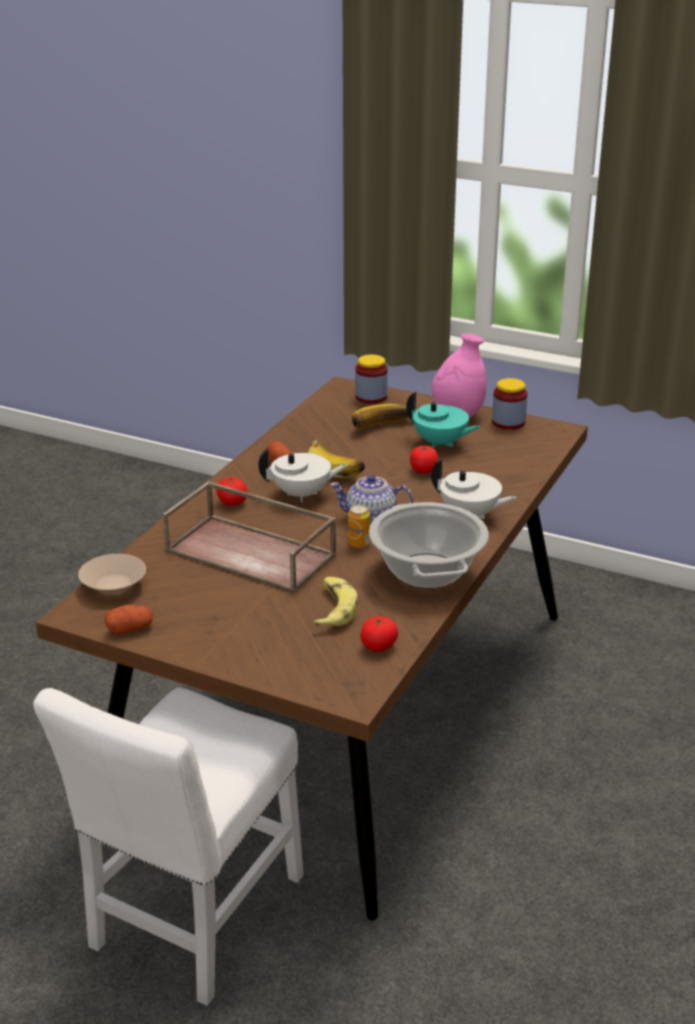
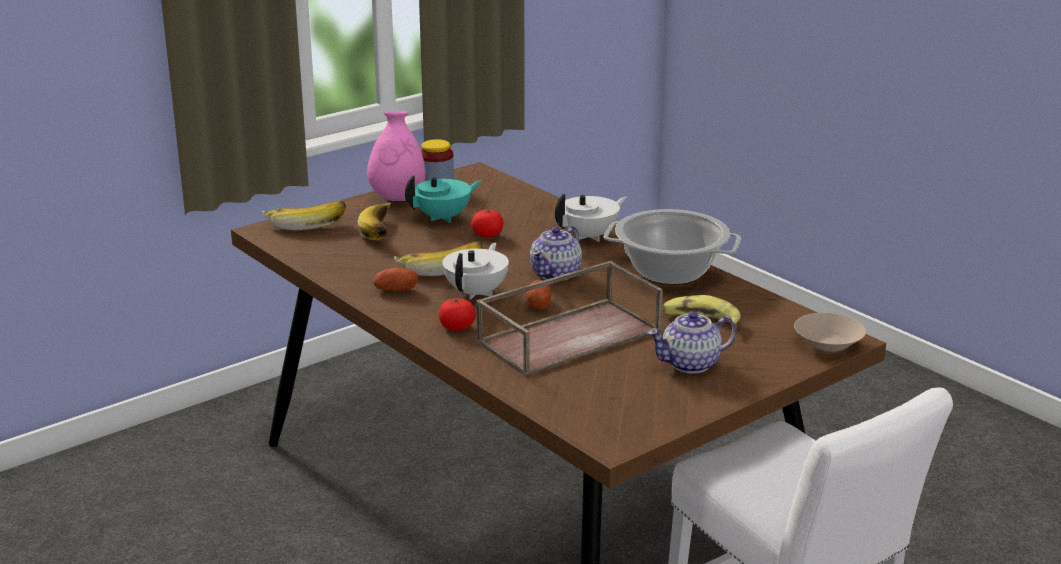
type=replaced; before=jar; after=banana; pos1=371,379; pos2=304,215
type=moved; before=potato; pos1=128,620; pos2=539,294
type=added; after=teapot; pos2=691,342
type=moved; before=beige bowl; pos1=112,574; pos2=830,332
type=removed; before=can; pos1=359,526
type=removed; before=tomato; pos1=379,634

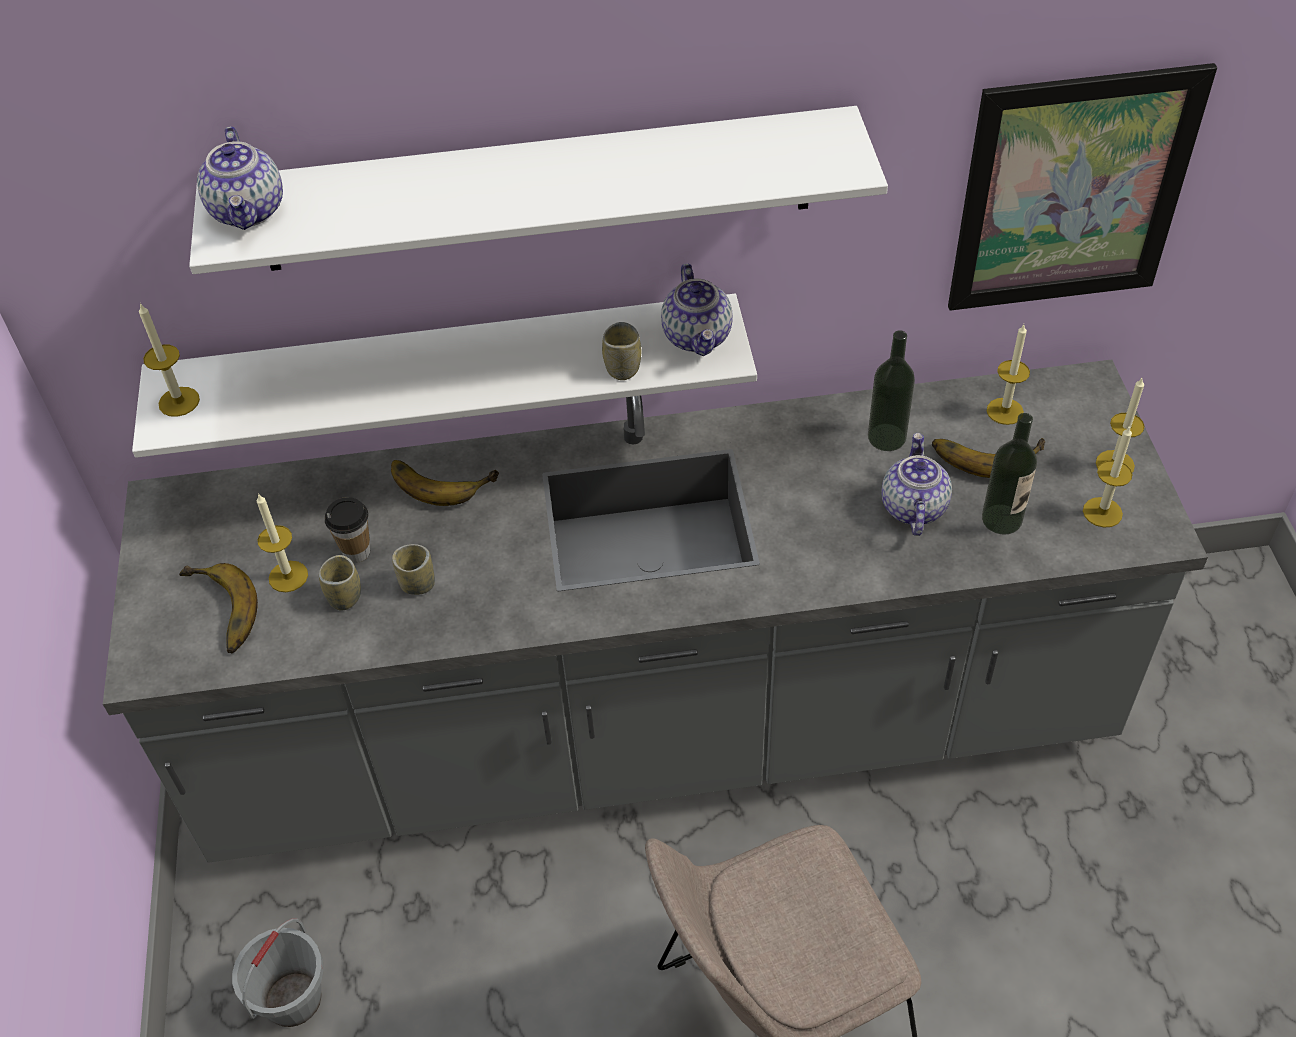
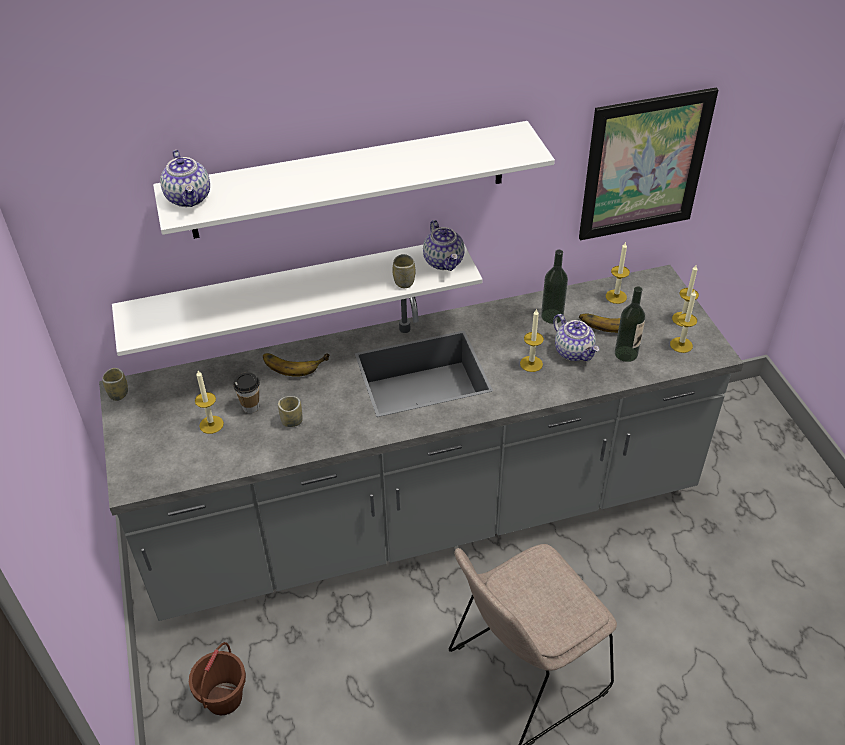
type=moved; before=cup; pos1=340,582; pos2=115,384
type=recoloured; before=grey bucket; after=brown bucket; pos1=278,972; pos2=217,678
type=moved; before=candle; pos1=169,360; pos2=532,340
type=turned; before=teapot; pos1=916,484; pos2=576,337; turn=150
type=removed; before=banana; pos1=218,608

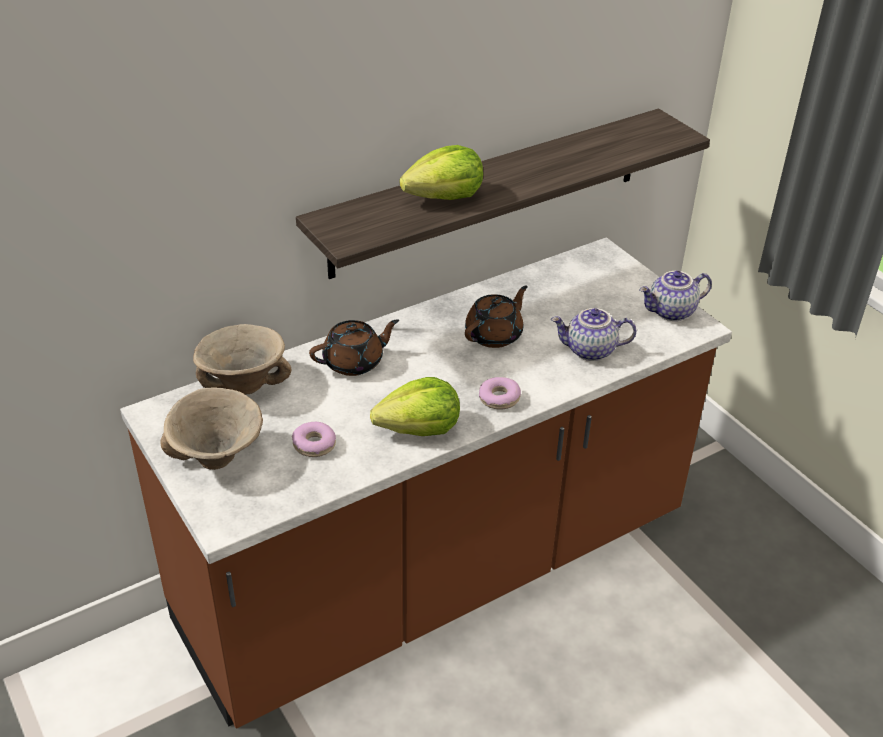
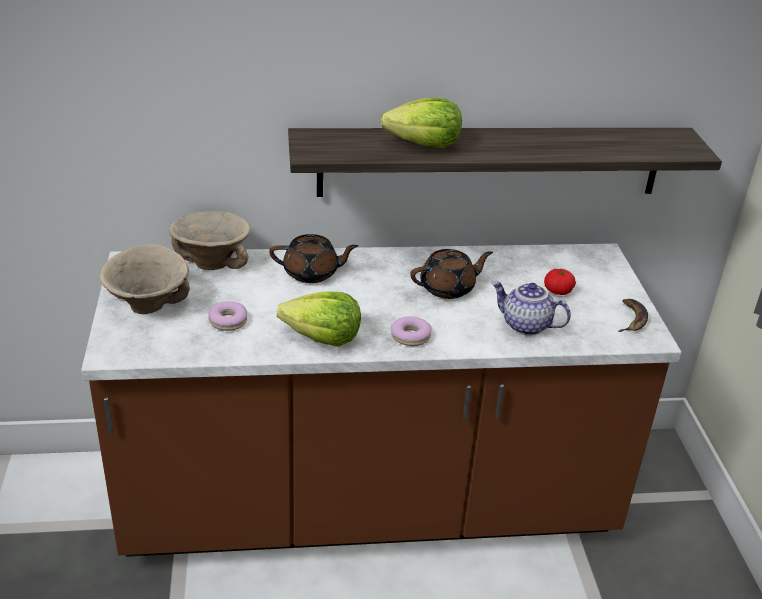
type=added; after=tomato; pos2=560,282
type=replaced; before=teapot; after=banana; pos1=675,296; pos2=633,315

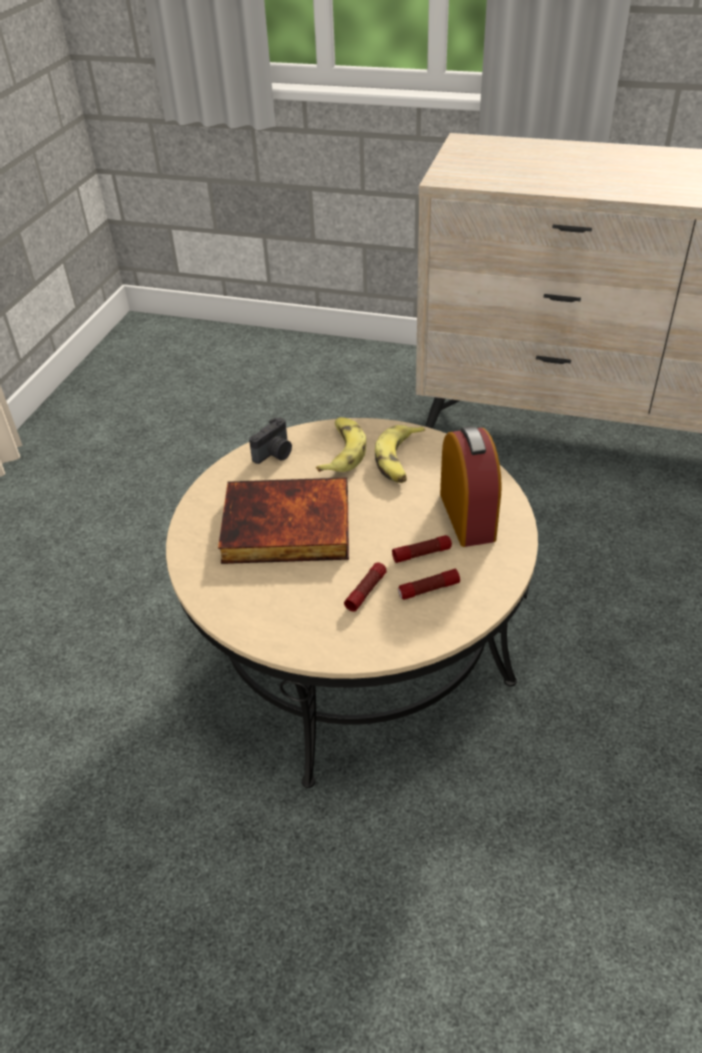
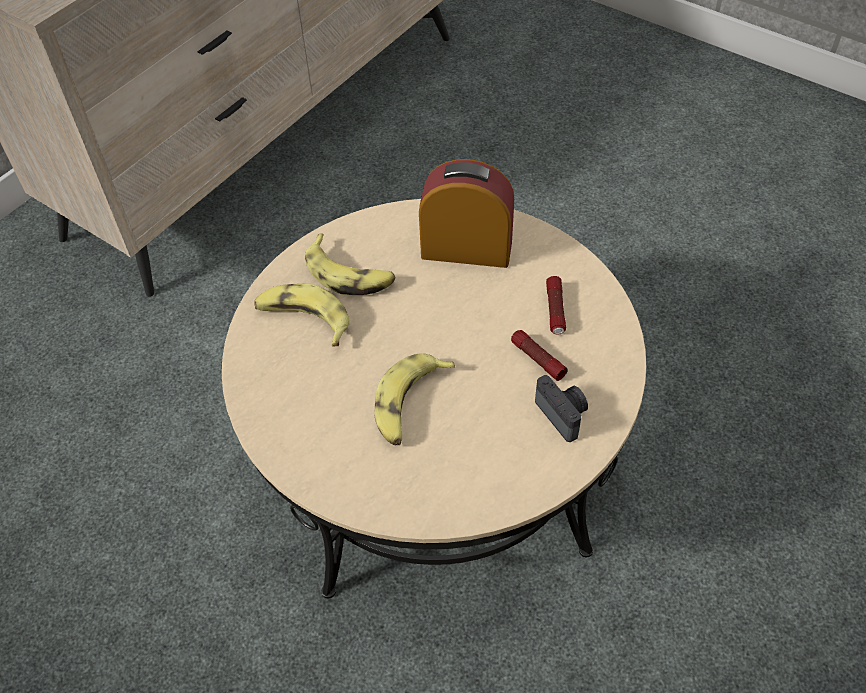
type=replaced; before=book; after=banana; pos1=283,520; pos2=414,399
type=moved; before=photo camera; pos1=270,441; pos2=561,408
type=removed; before=flashlight; pos1=422,549

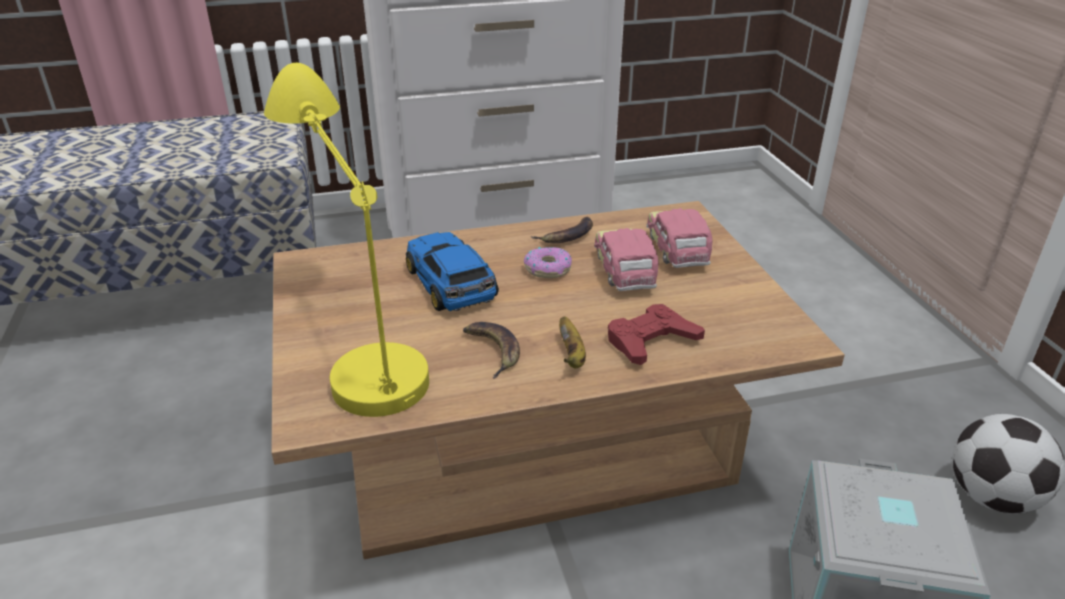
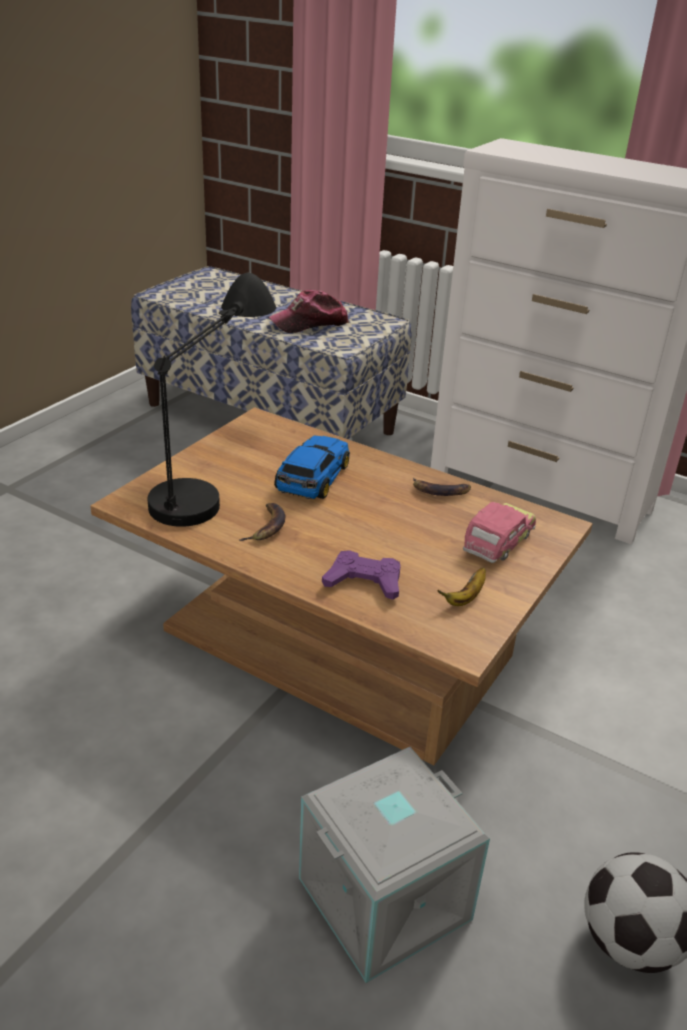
type=recoloured; before=yellow table lamp; after=black table lamp; pos1=346,240; pos2=211,400
type=added; after=cap; pos2=308,311
type=recoloured; before=red game controller; after=purple game controller; pos1=656,334; pos2=361,575
type=moved; before=banana; pos1=572,342; pos2=461,587
type=removed; before=donut; pos1=548,262
type=removed; before=toy car; pos1=626,259

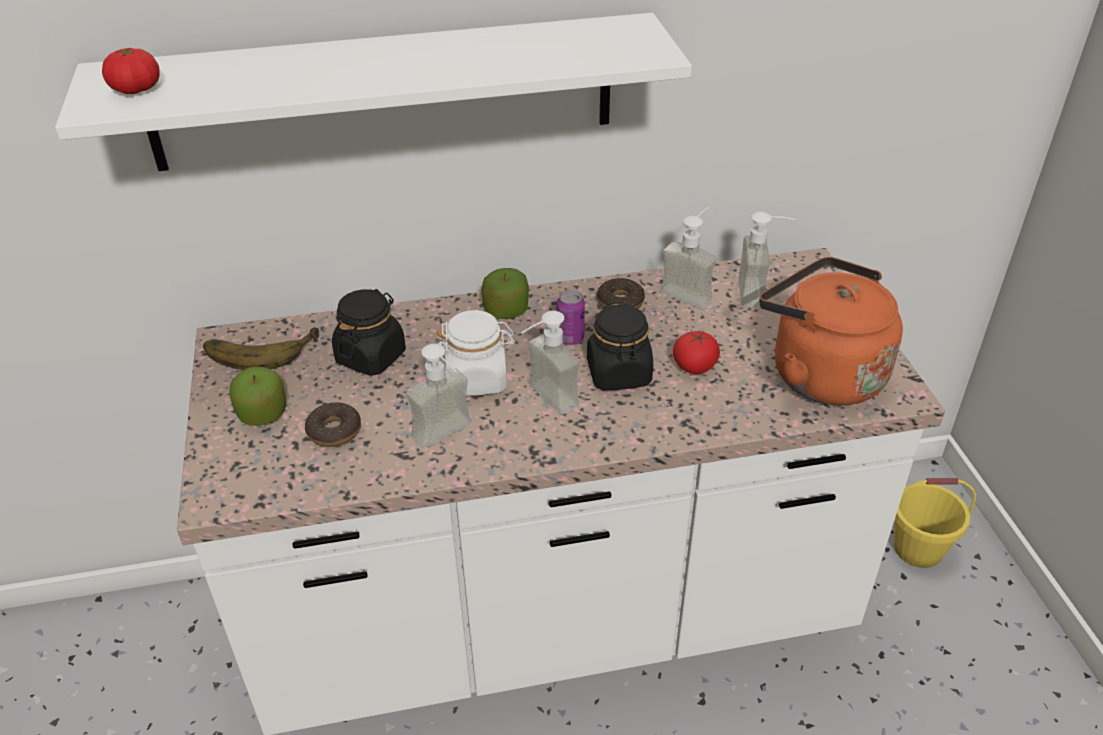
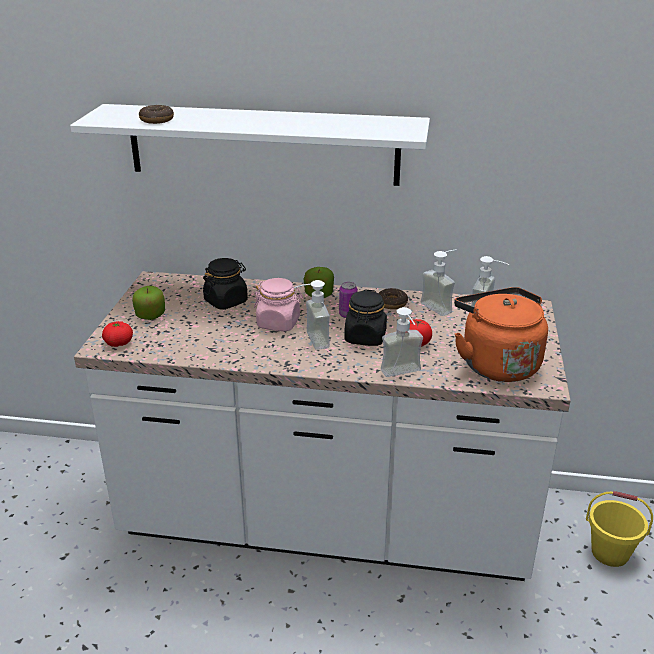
type=moved; before=tomato; pos1=131,71; pos2=117,334
type=moved; before=donut; pos1=333,424; pos2=156,114
type=recoloured; before=white jar; after=pink jar; pos1=476,353; pos2=278,304
type=moved; before=soap dispenser; pos1=438,396; pos2=402,342
type=removed; before=banana; pos1=261,348

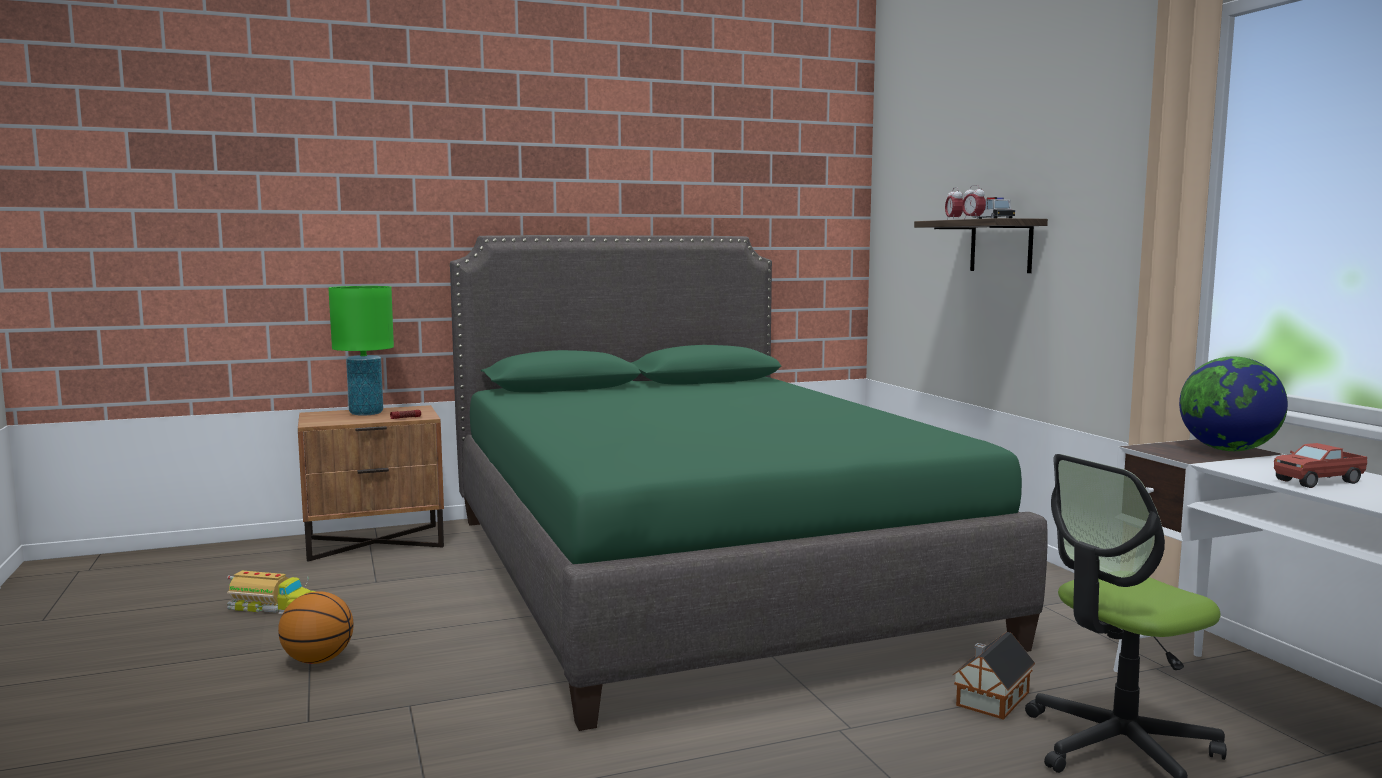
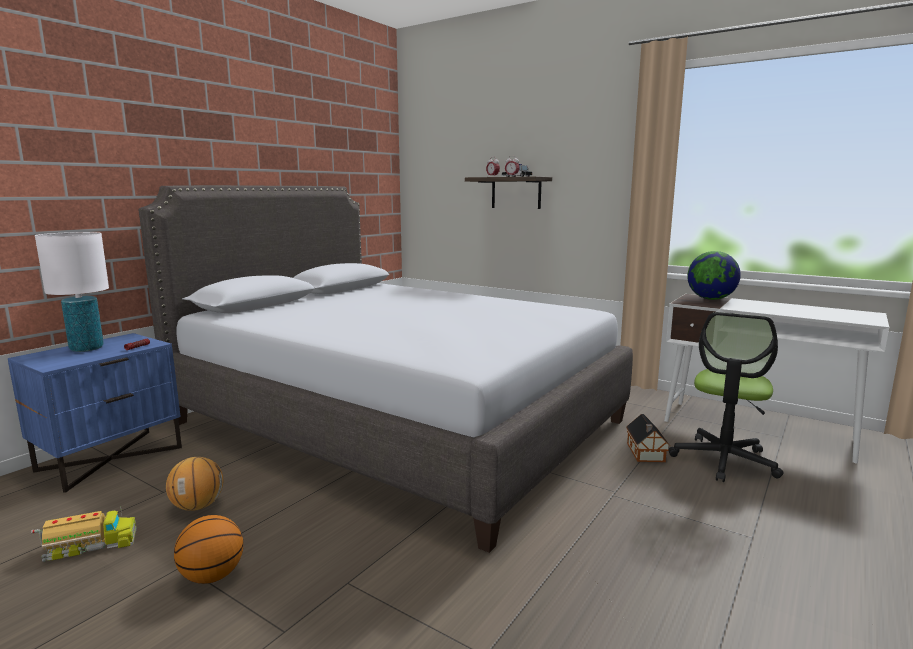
type=recoloured; before=brown nightstand; after=blue nightstand; pos1=371,483; pos2=95,413
type=recoloured; before=green table lamp; after=white table lamp; pos1=361,351; pos2=72,292
type=recoloured; before=green bed; after=grey bed; pos1=749,483; pos2=386,369
type=added; after=basketball; pos2=194,484
type=removed; before=toy truck; pos1=1320,465

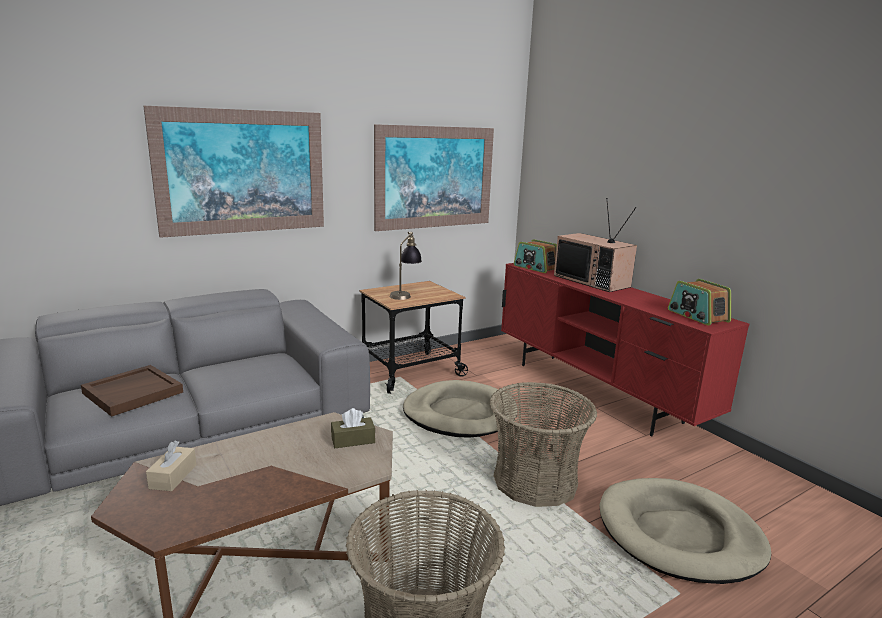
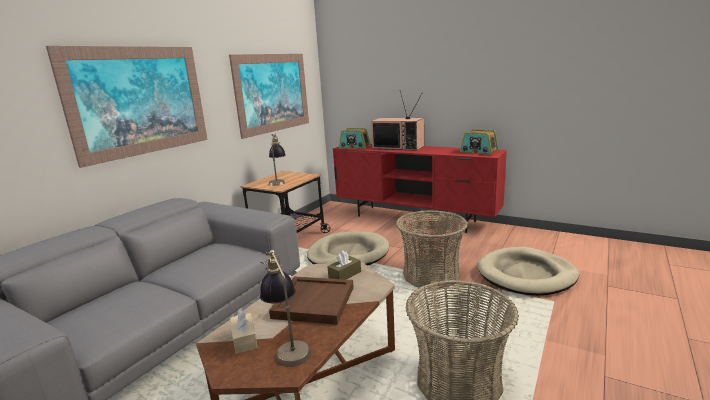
type=added; after=table lamp; pos2=285,308
type=moved; before=brown tray; pos1=132,391; pos2=311,300

